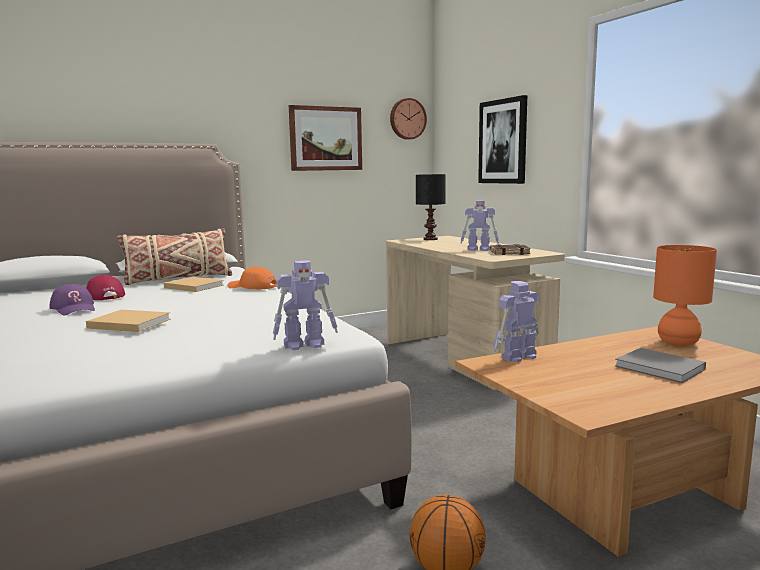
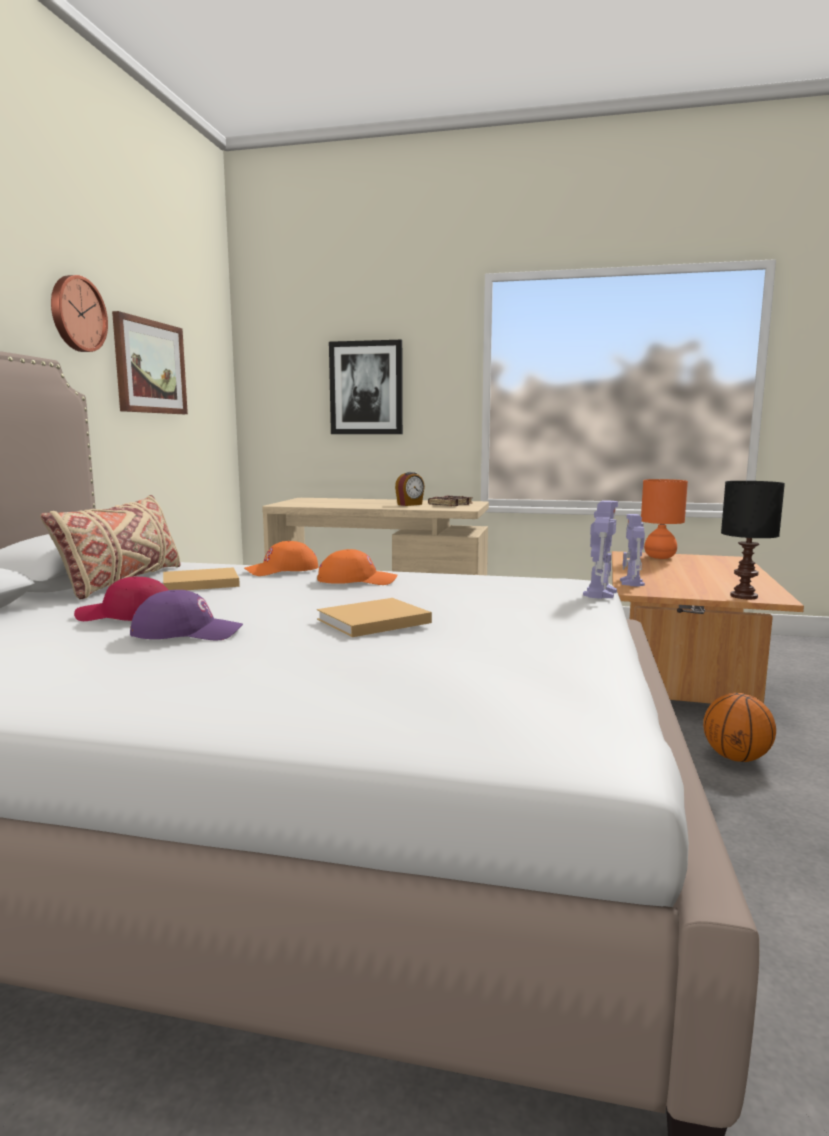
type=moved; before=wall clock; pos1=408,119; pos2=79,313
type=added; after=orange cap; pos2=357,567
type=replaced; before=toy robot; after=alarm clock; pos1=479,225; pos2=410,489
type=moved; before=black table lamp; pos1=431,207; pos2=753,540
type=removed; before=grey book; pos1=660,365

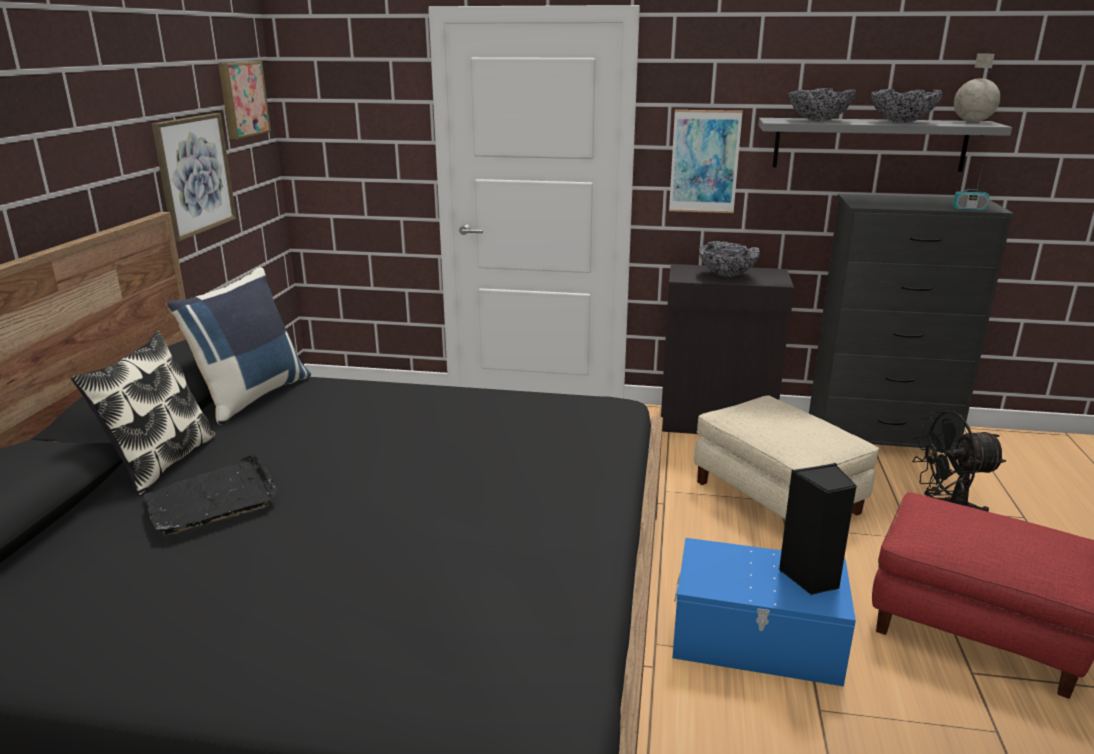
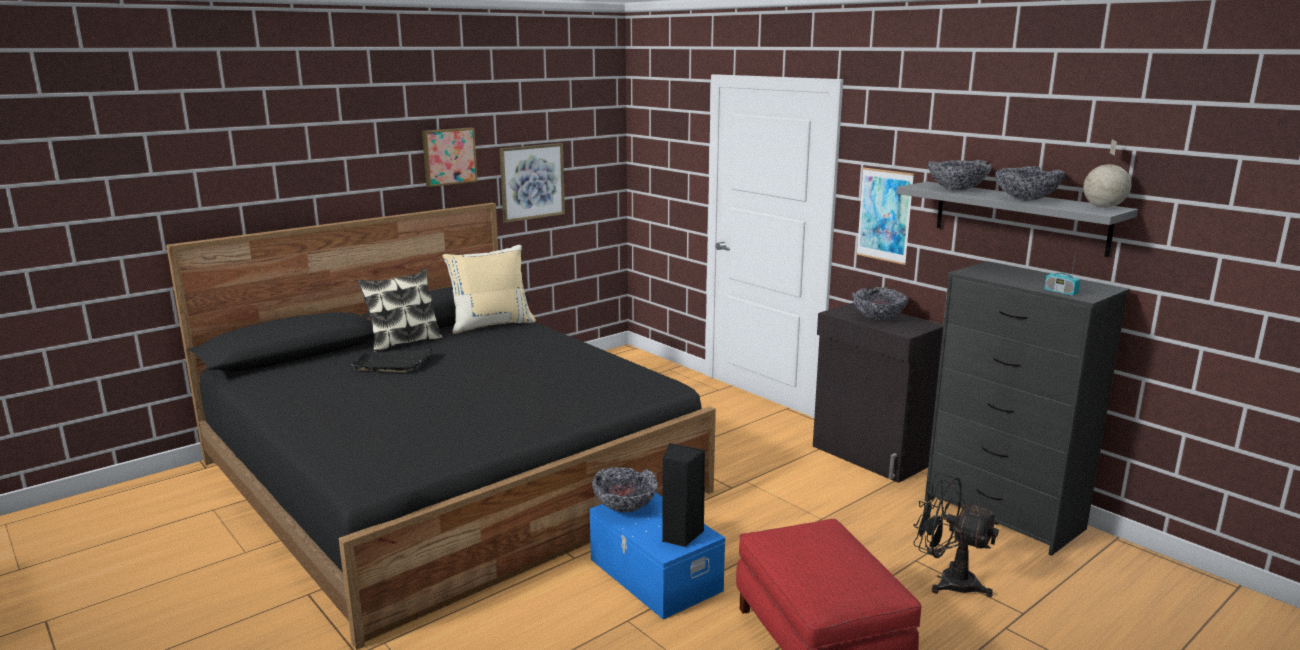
type=moved; before=picture; pos1=244,100; pos2=449,157
type=recoloured; before=blue pillow; after=beige pillow; pos1=239,346; pos2=489,289
type=added; after=bowl; pos2=625,490
type=removed; before=beige ottoman; pos1=786,457

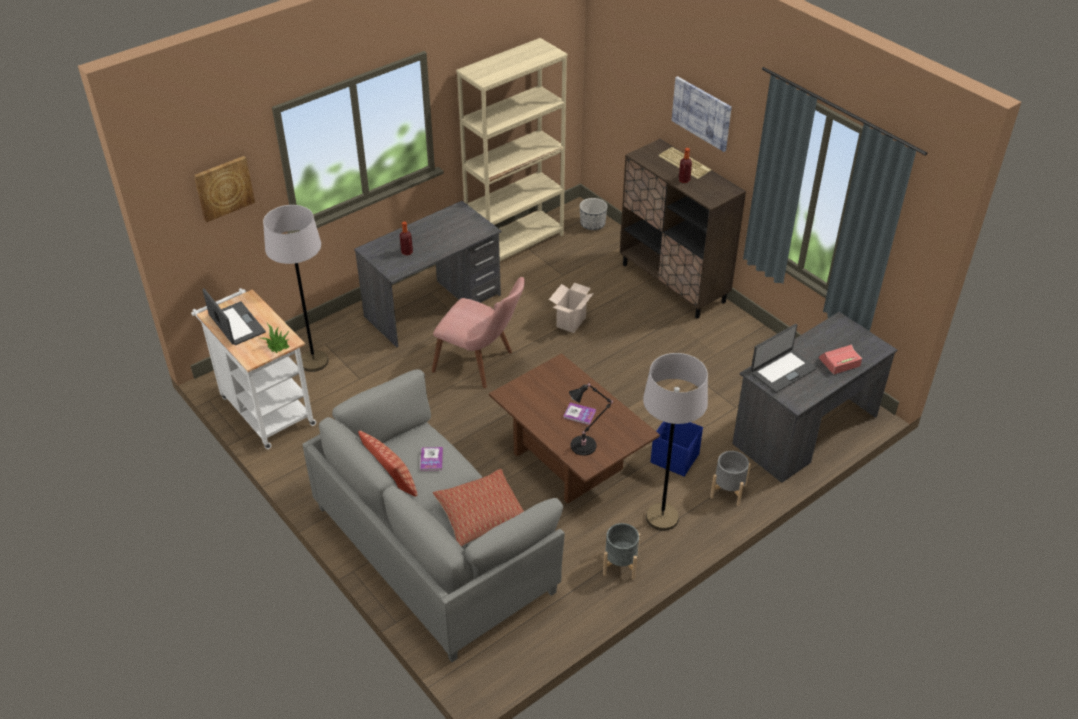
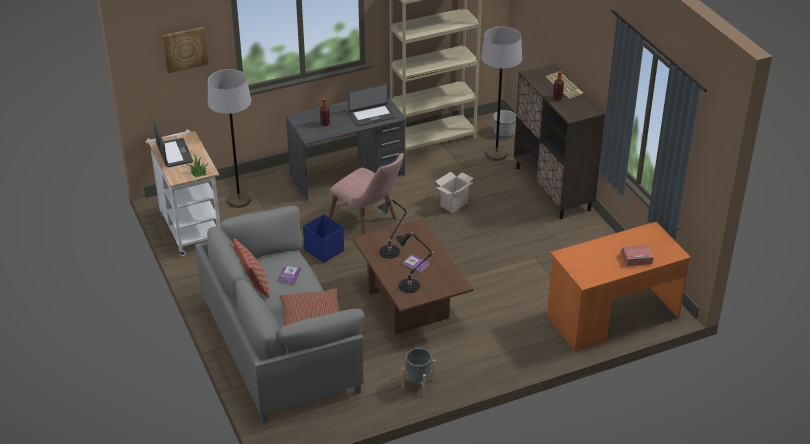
type=moved; before=blue storage box; pos1=677,449; pos2=323,238
type=moved; before=laptop; pos1=784,358; pos2=372,105
type=added; after=black table lamp; pos2=393,228
type=moved; before=grey floor lamp; pos1=675,442; pos2=501,94
type=recoloured; before=grey desk; after=orange desk; pos1=814,397; pos2=619,286
type=removed; before=picture; pos1=702,114
type=removed; before=grey planter; pos1=730,478

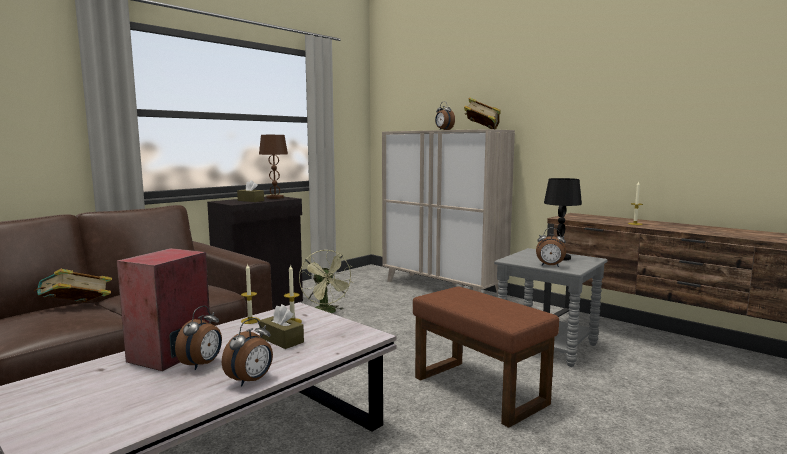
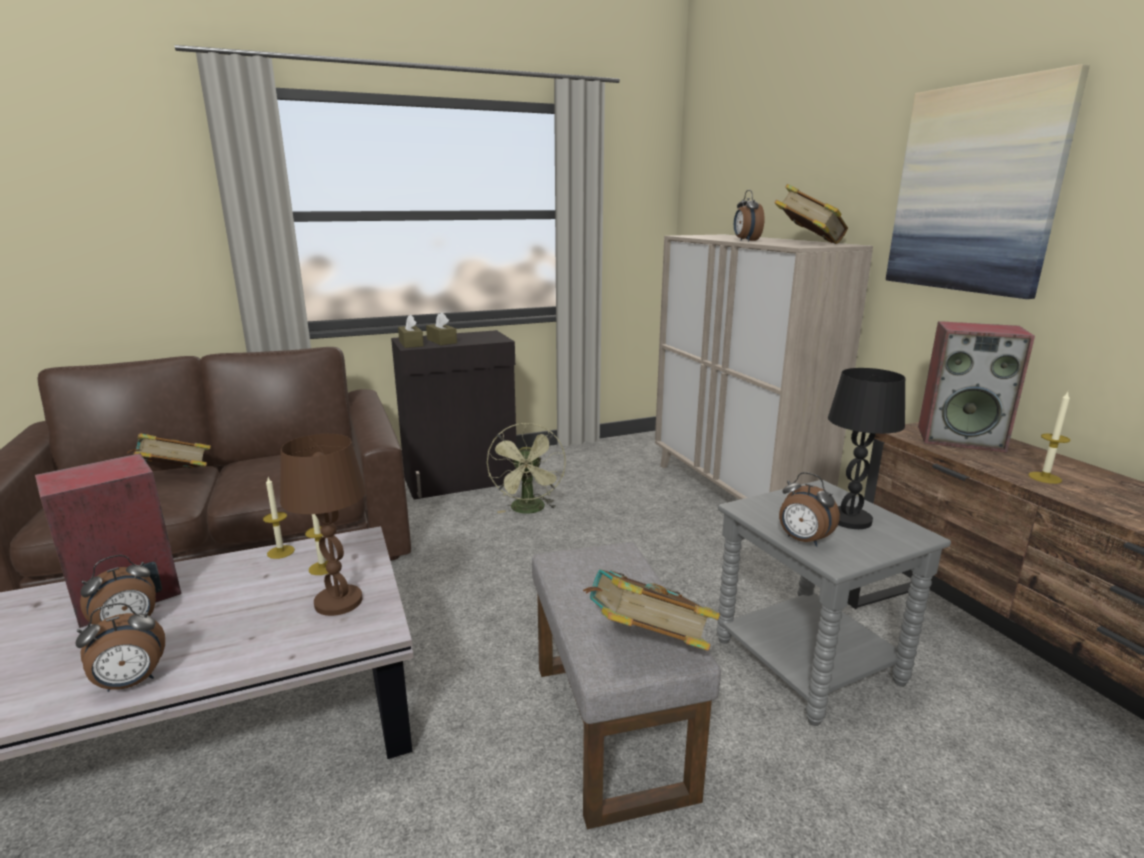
type=moved; before=brown table lamp; pos1=273,167; pos2=323,525
type=moved; before=brown tissue box; pos1=281,326; pos2=411,331
type=recoloured; before=brown ottoman; after=grey ottoman; pos1=486,357; pos2=626,686
type=added; after=book; pos2=651,610
type=added; after=picture; pos2=988,181
type=added; after=speaker; pos2=976,387

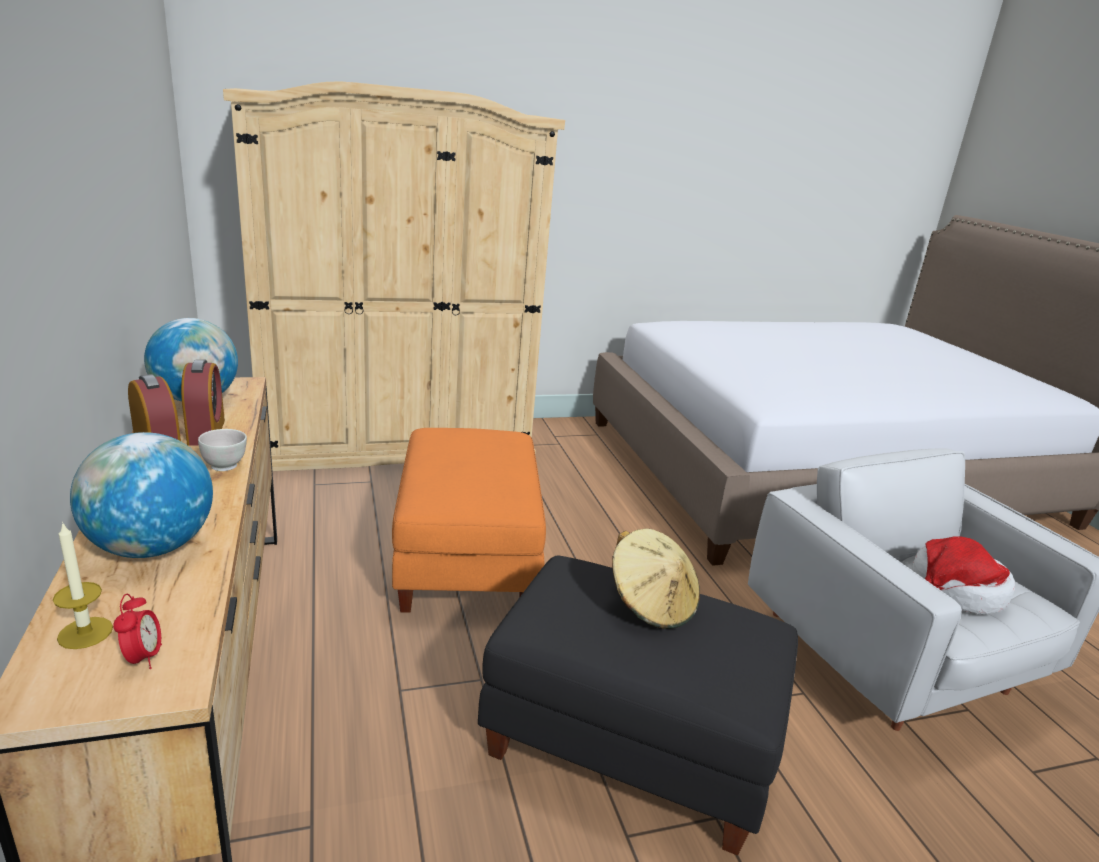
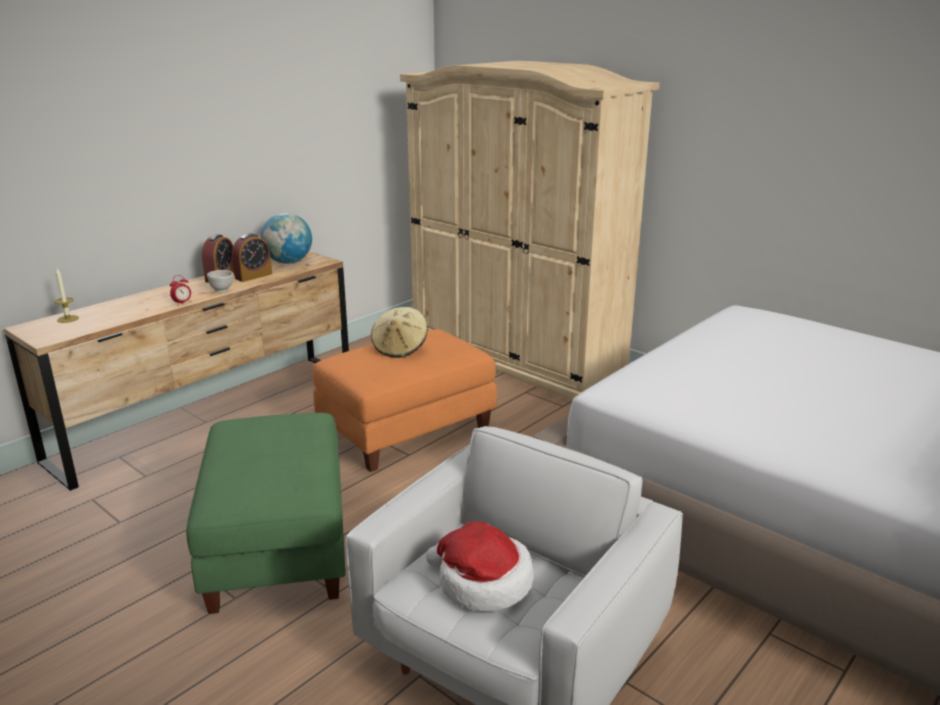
type=moved; before=alarm clock; pos1=137,631; pos2=181,290
type=recoloured; before=black ottoman; after=green ottoman; pos1=638,706; pos2=266,513
type=moved; before=beige hat; pos1=656,579; pos2=399,332
type=removed; before=globe; pos1=141,495

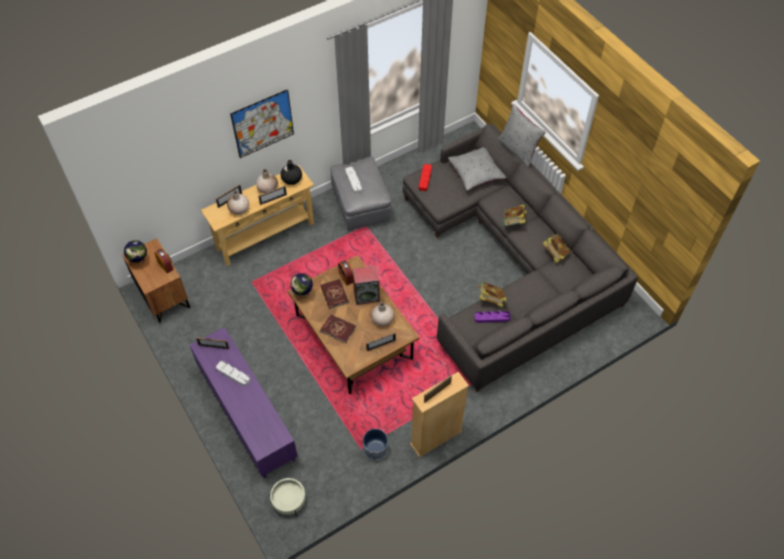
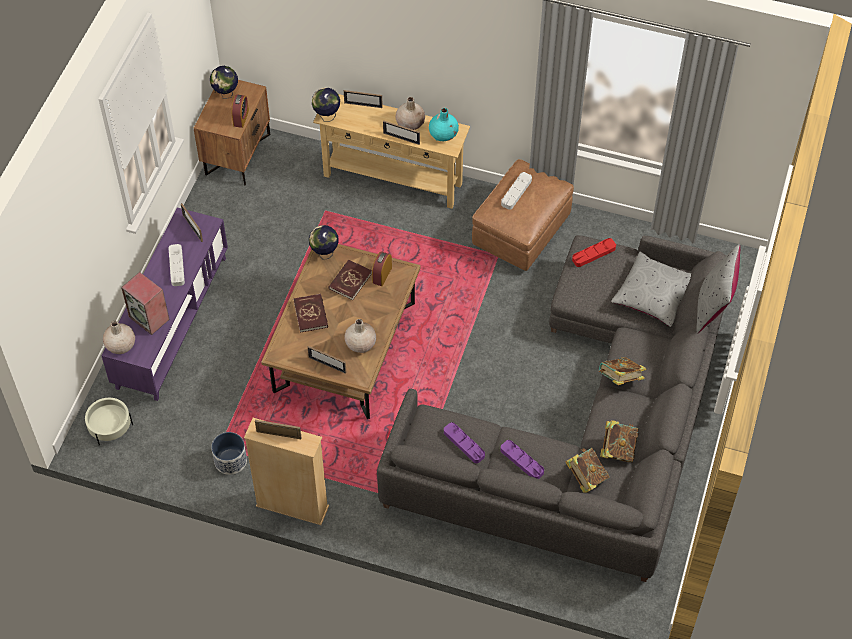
type=moved; before=beige vase; pos1=238,202; pos2=119,337
type=moved; before=speaker; pos1=366,285; pos2=145,303
type=added; after=globe; pos2=326,105
type=recoloured; before=black vase; after=turquoise vase; pos1=291,172; pos2=444,124
type=recoloured; before=grey ottoman; after=brown ottoman; pos1=360,193; pos2=523,215
type=added; after=purple tray; pos2=522,459
type=moved; before=book; pos1=492,294; pos2=587,470
type=removed; before=picture; pos1=262,123

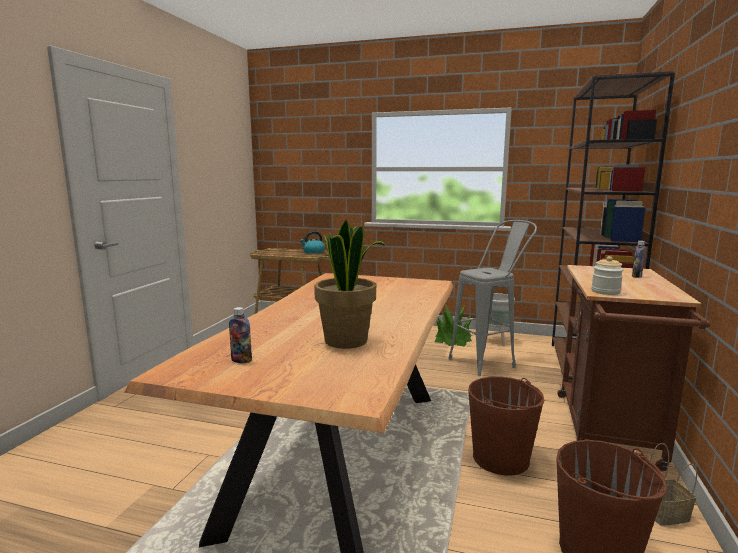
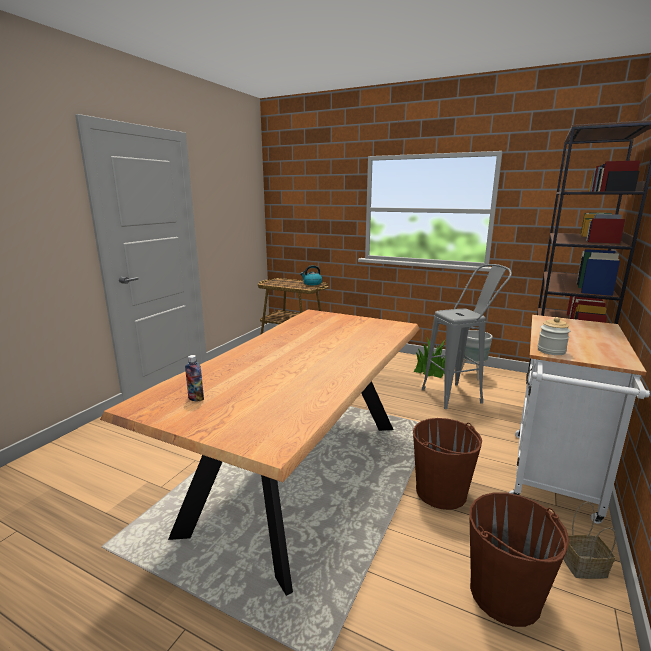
type=recoloured; before=brown cart; after=white cart; pos1=633,368; pos2=579,419
type=removed; before=potted plant; pos1=350,284
type=removed; before=bottle; pos1=639,259

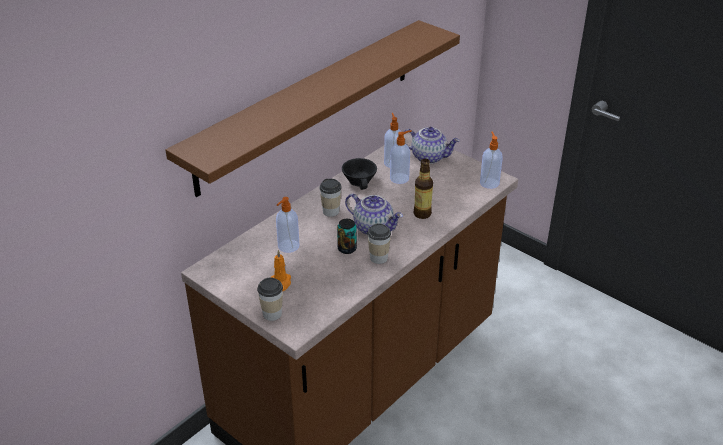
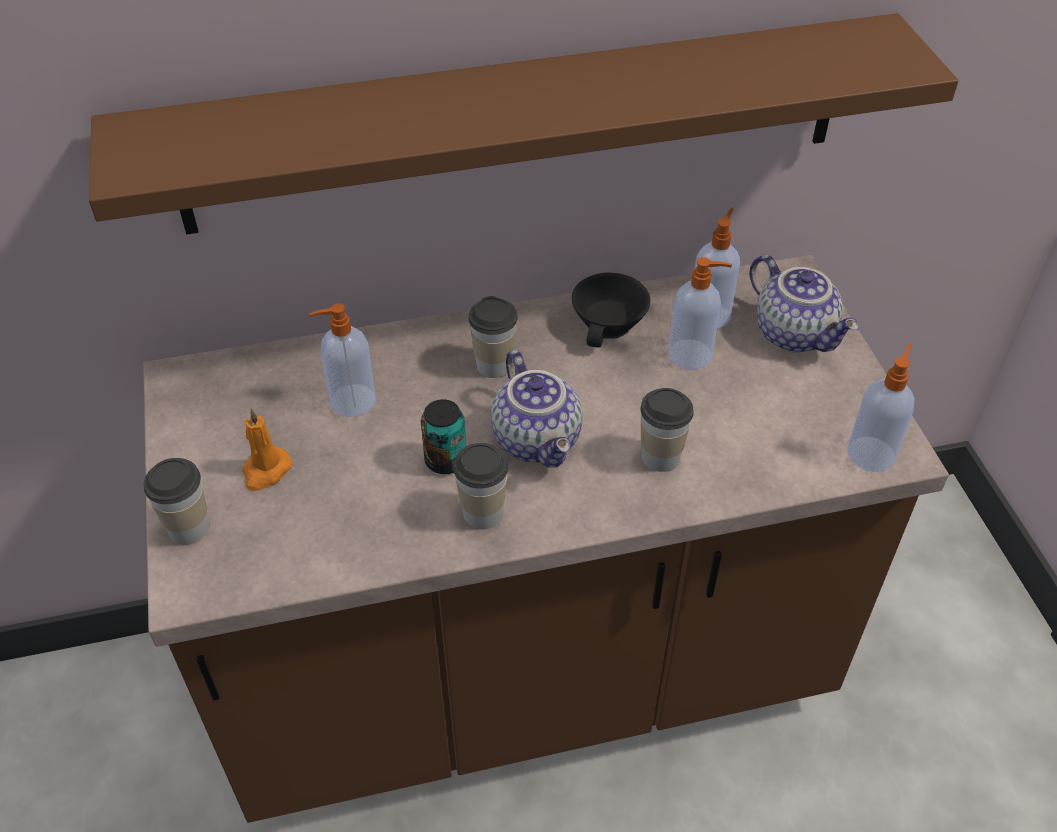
type=replaced; before=bottle; after=cup; pos1=423,189; pos2=667,430

